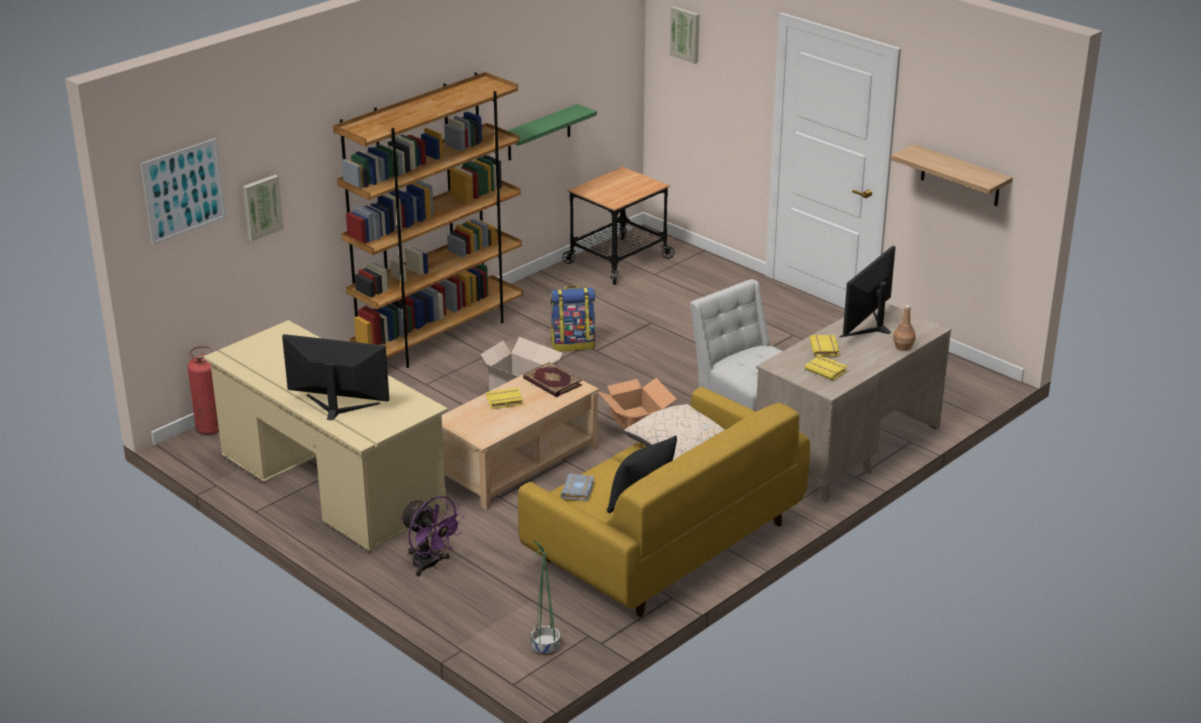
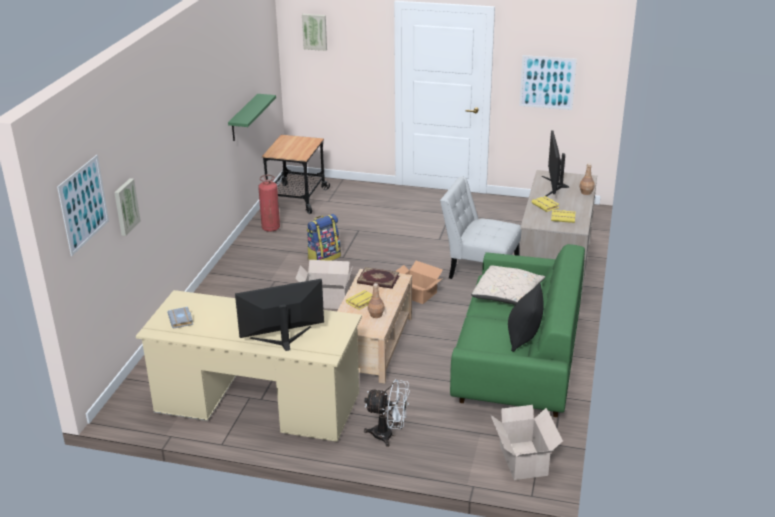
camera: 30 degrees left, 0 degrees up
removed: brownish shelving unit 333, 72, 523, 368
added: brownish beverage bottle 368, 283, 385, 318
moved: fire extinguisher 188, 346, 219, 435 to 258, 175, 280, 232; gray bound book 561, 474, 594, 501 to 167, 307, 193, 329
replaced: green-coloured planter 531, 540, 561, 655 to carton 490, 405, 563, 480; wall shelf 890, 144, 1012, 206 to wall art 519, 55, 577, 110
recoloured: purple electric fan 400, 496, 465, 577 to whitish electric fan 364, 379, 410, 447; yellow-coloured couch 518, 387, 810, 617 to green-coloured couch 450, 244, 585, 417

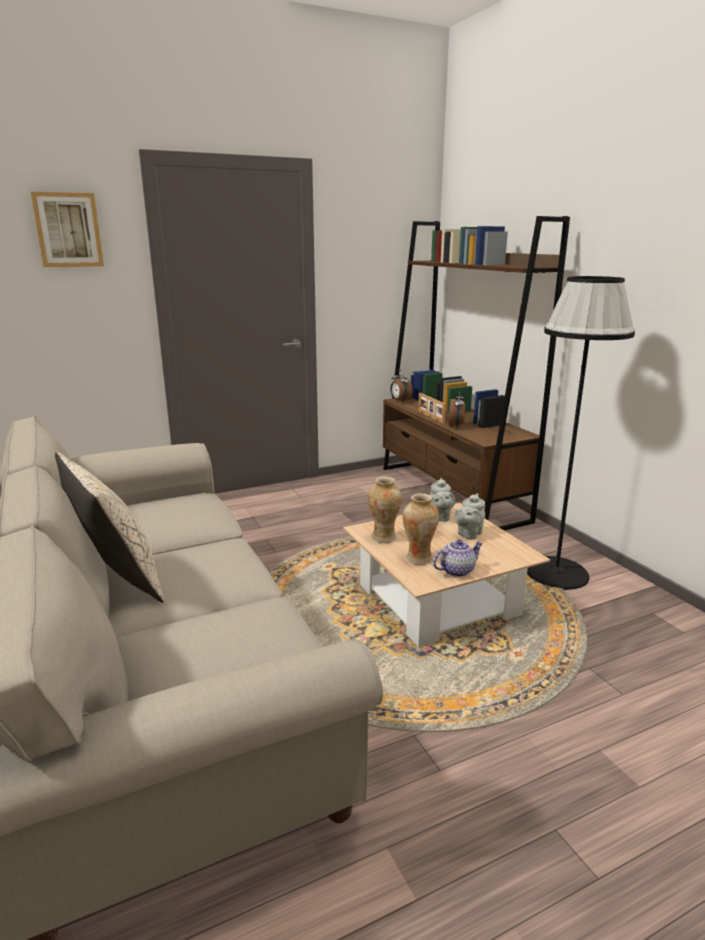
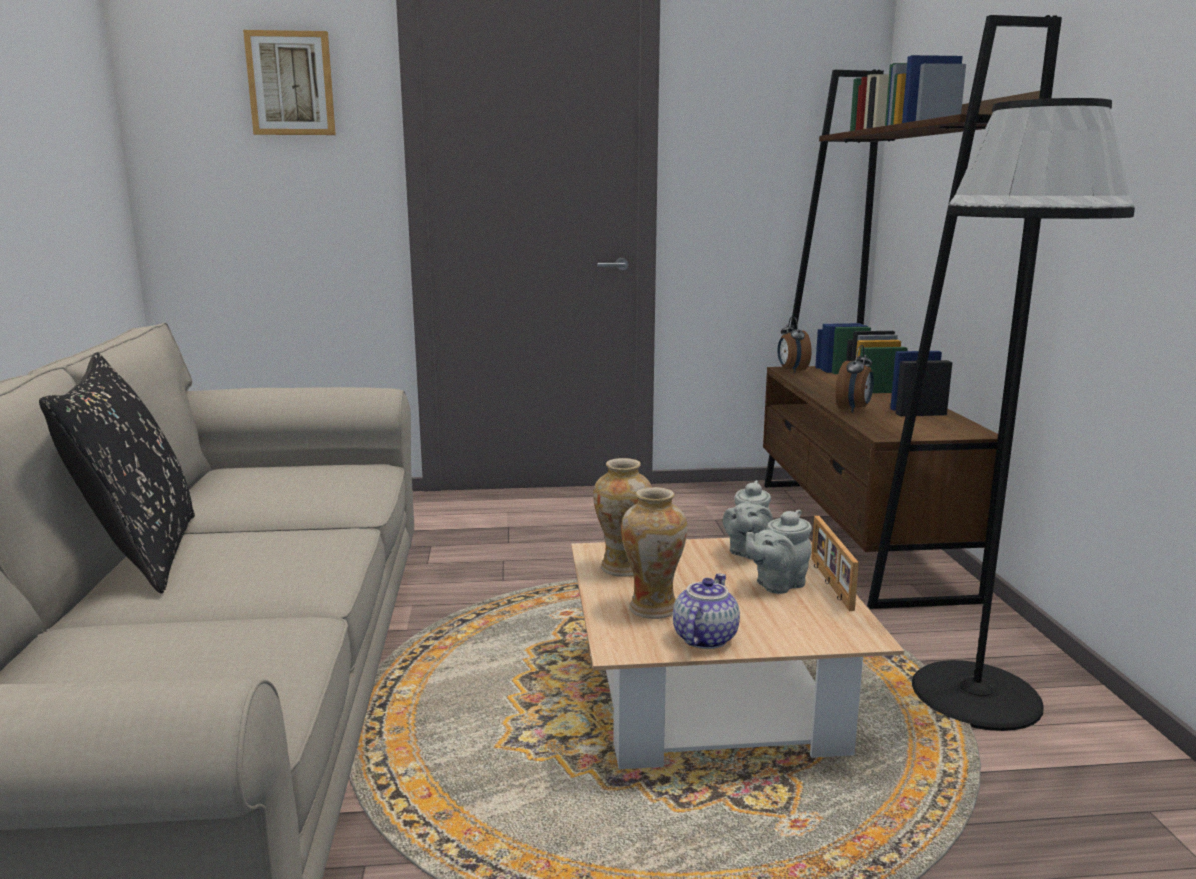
camera: 20 degrees right, 5 degrees down
moved: standing frame 418, 393, 446, 424 to 811, 516, 859, 611
recoloured: sand-coloured throw pillow 55, 452, 165, 603 to black-coloured throw pillow 39, 352, 195, 594
turned: teapot 433, 540, 483, 577 = 673, 574, 740, 649 60 degrees counterclockwise

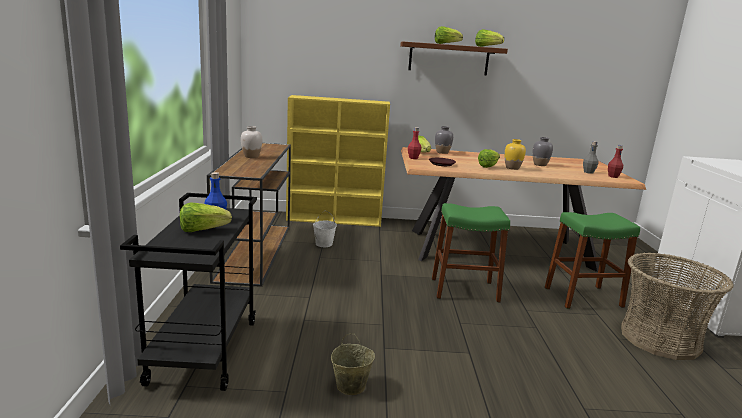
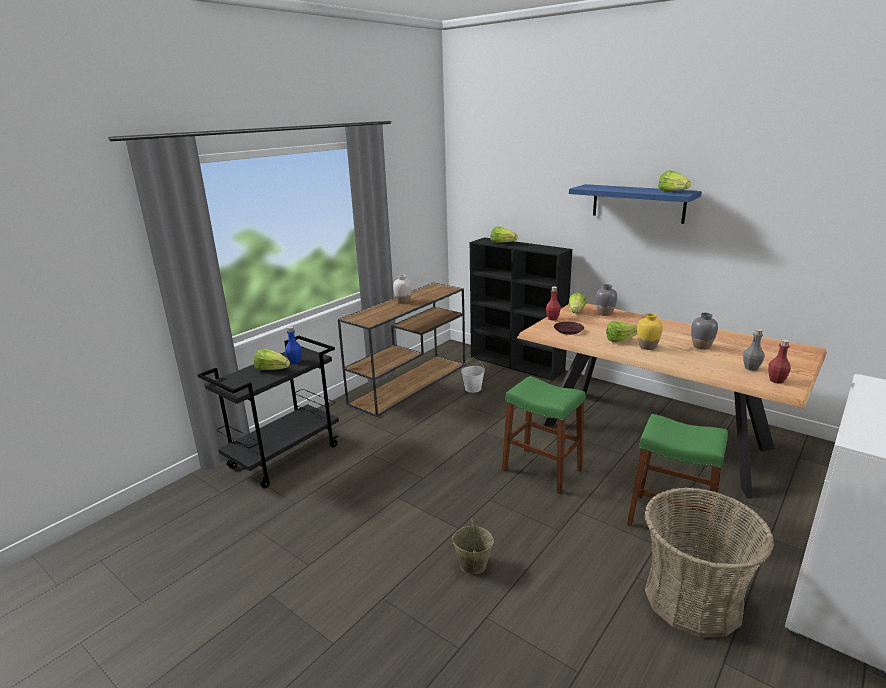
camera: 40 degrees right, 5 degrees up
moved: sand-coloured bucket 331, 333, 375, 395 to 452, 519, 494, 575; head of lettuce 435, 26, 463, 44 to 490, 227, 518, 243
recoloured: yellow-coloured shelving unit 286, 95, 390, 227 to black-coloured shelving unit 470, 237, 572, 381; brownish wall shelf 400, 42, 508, 75 to bluish wall shelf 569, 184, 702, 224

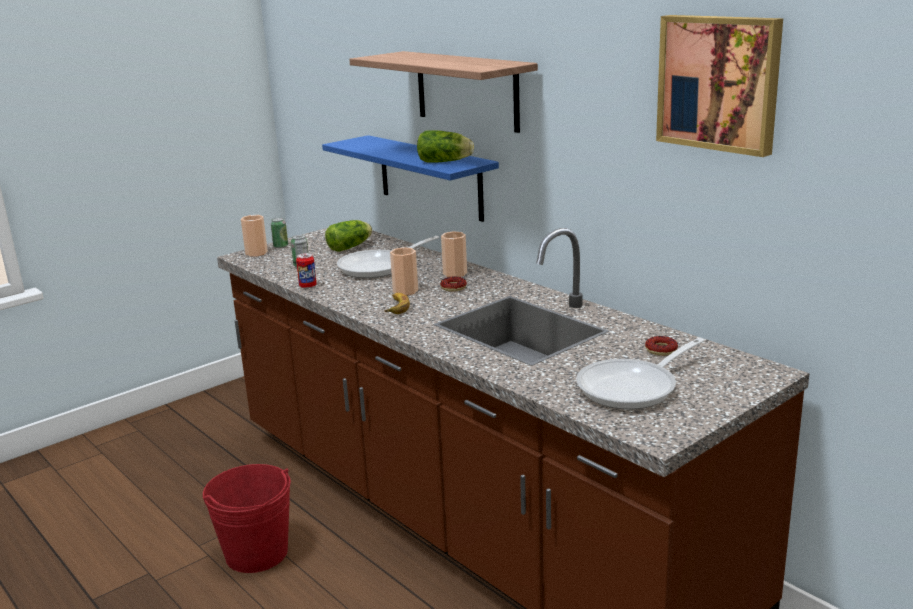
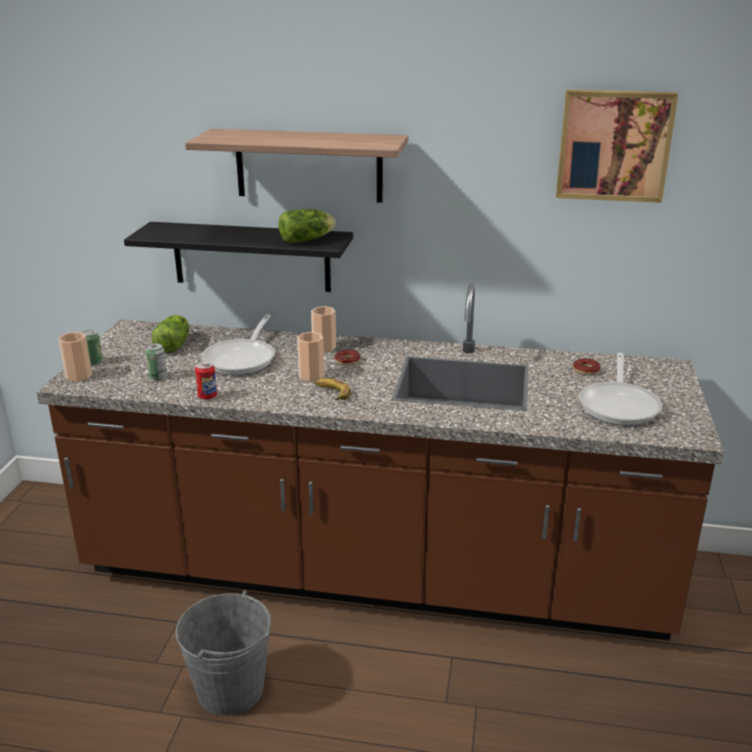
camera: 40 degrees left, 5 degrees up
recoloured: red bucket 203, 464, 291, 573 to gray bucket 176, 590, 271, 716; bluish wall shelf 322, 135, 499, 222 to black-coloured wall shelf 124, 222, 353, 292

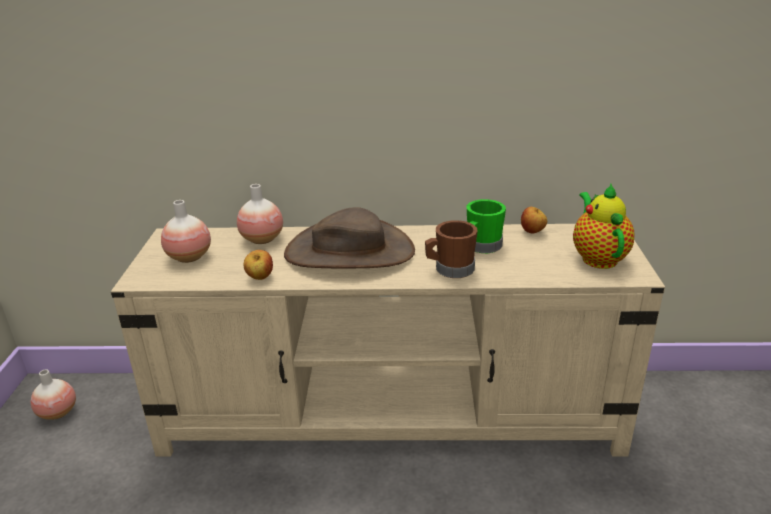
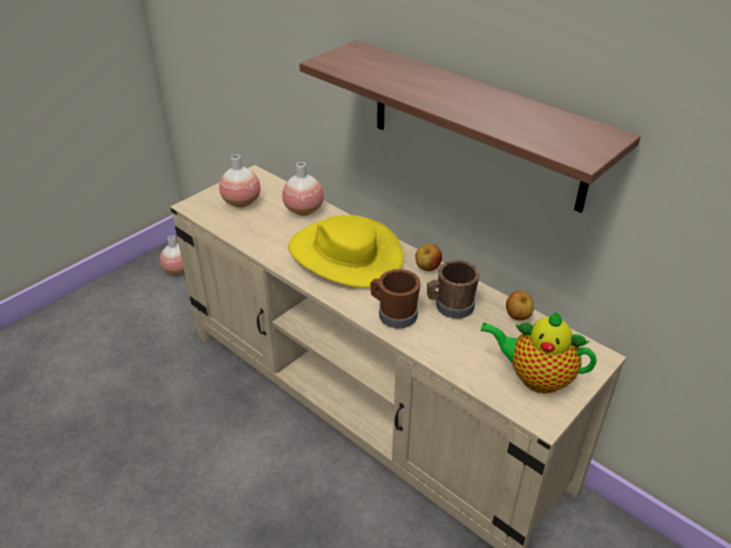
camera: 40 degrees right, 10 degrees up
added: wall shelf 299, 40, 641, 213
moved: apple 243, 250, 273, 280 to 415, 244, 442, 271
recoloured: brownish hat 284, 207, 415, 268 to yellow-coloured hat 288, 215, 404, 288; green-coloured coffee mug 467, 199, 506, 253 to brownish coffee mug 427, 260, 480, 319
turned: teapot 573, 184, 634, 269 = 480, 311, 597, 394 105 degrees counterclockwise

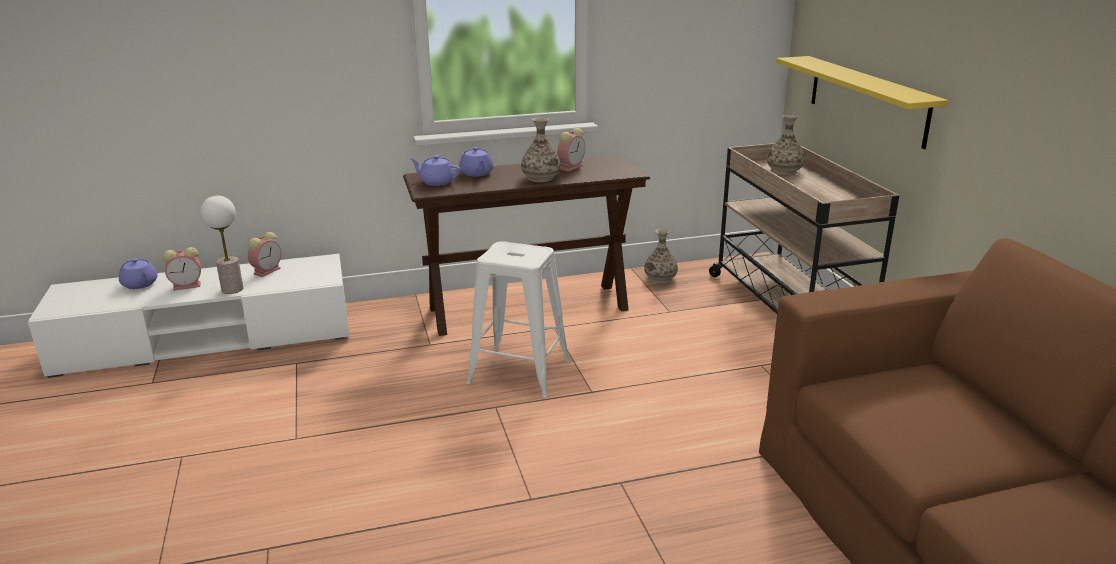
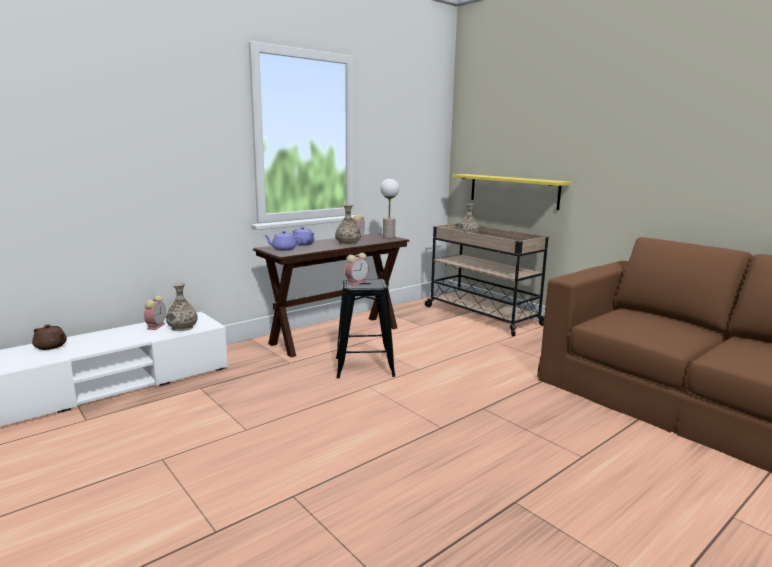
camera: 25 degrees left, 10 degrees down
moved: table clock 162, 247, 201, 291 to 344, 253, 369, 285; lamp for a table 200, 196, 244, 294 to 380, 179, 399, 238; decorative vase 644, 229, 678, 283 to 166, 283, 198, 331
recoloured: purple teapot 119, 258, 158, 289 to brownish teapot 32, 324, 67, 350; whitish stool 466, 241, 570, 398 to black-coloured stool 336, 279, 395, 378

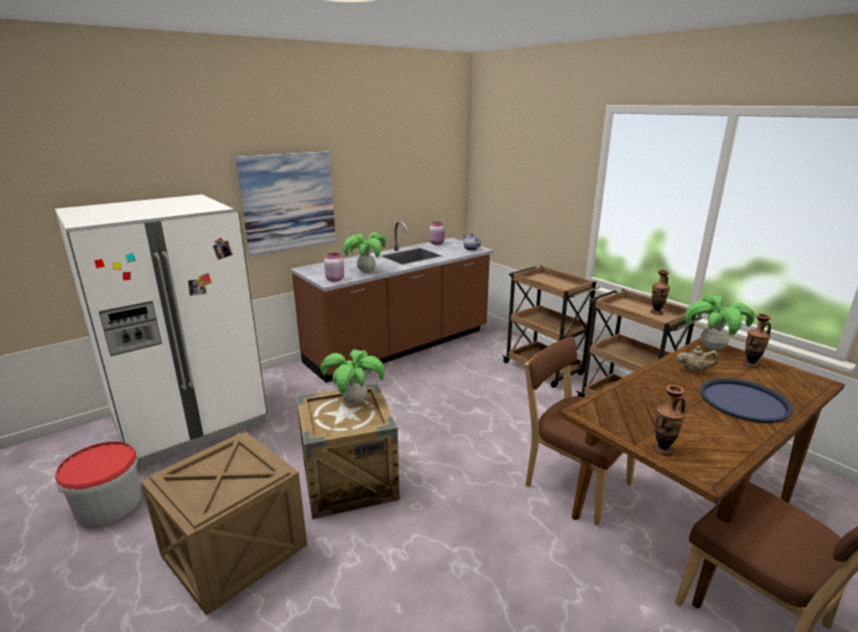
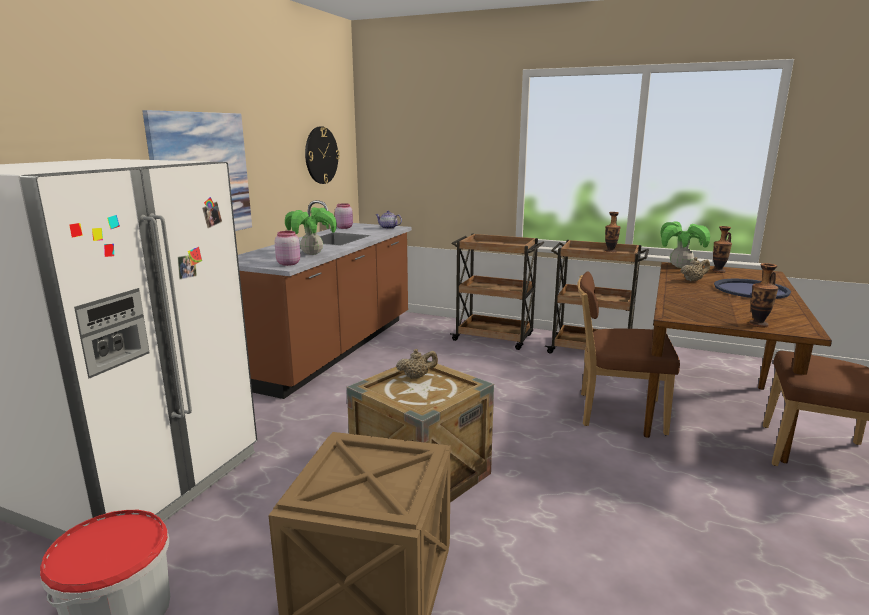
camera: 30 degrees left, 5 degrees down
added: hanging clock 305, 127, 340, 184
replaced: houseplant 321, 349, 385, 404 to sand-coloured teapot 396, 349, 438, 379

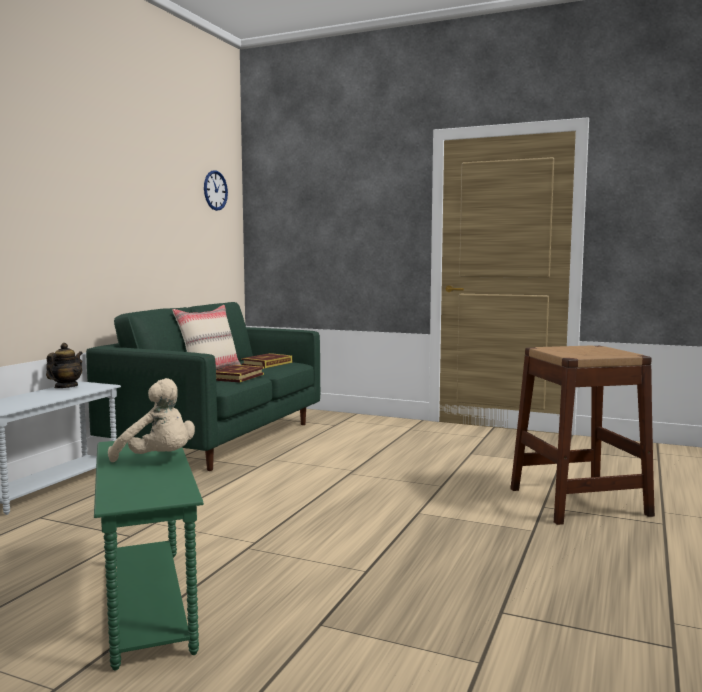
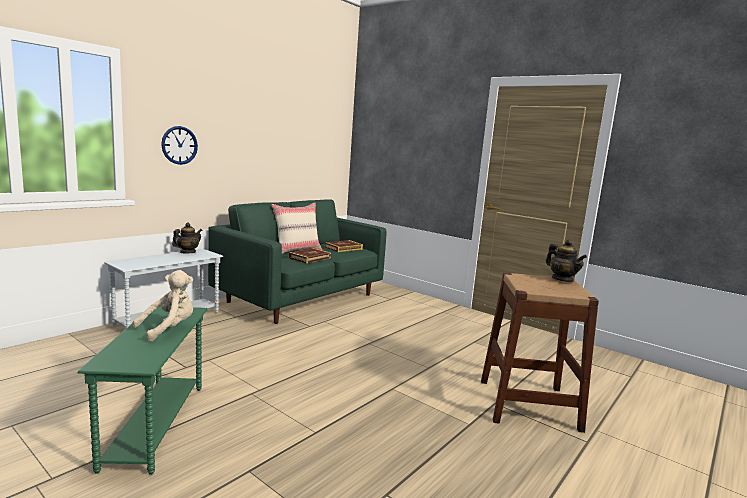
camera: 15 degrees right, 5 degrees up
added: teapot 546, 239, 587, 282
moved: hanging clock 204, 170, 228, 211 to 161, 126, 198, 165
turned: sand-coloured cuddly toy 108, 378, 195, 462 = 132, 270, 193, 342 90 degrees counterclockwise

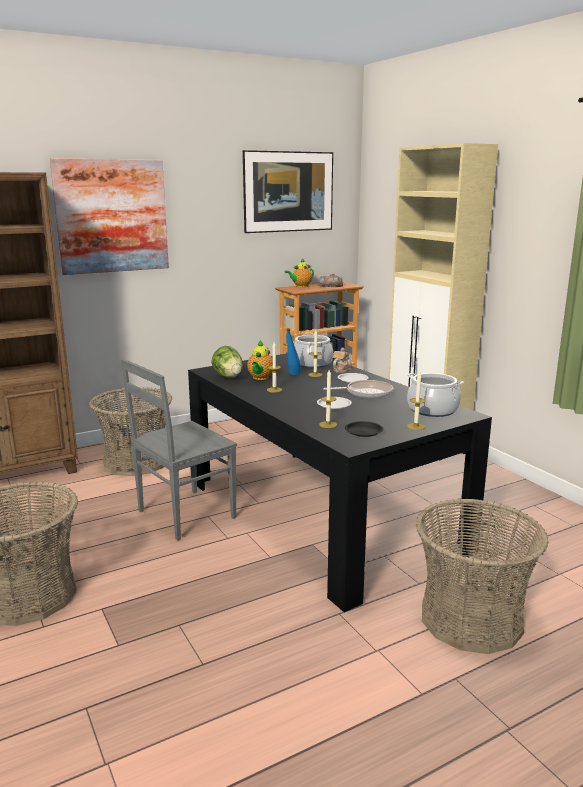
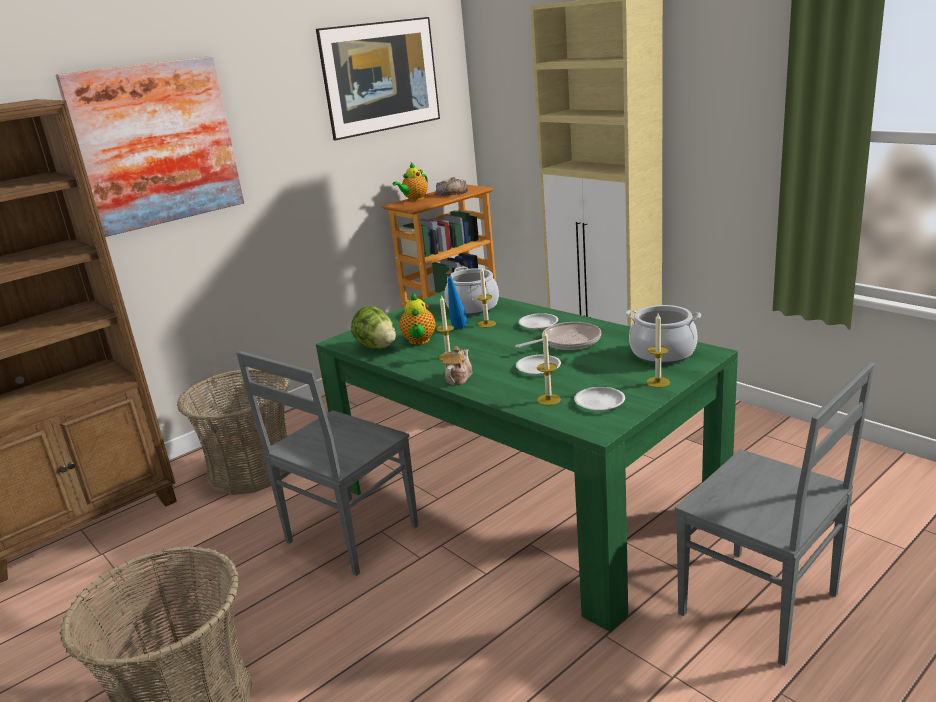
camera: 10 degrees left, 5 degrees up
moved: teapot 333, 348, 352, 373 to 443, 346, 473, 385
replaced: storage basket 416, 498, 549, 654 to gray plain chair 675, 362, 874, 666
recoloured: black-coloured kitchen table 188, 353, 492, 612 to green-coloured kitchen table 316, 291, 738, 632; black-coloured plate 345, 421, 384, 437 to whitish plate 574, 387, 625, 411

